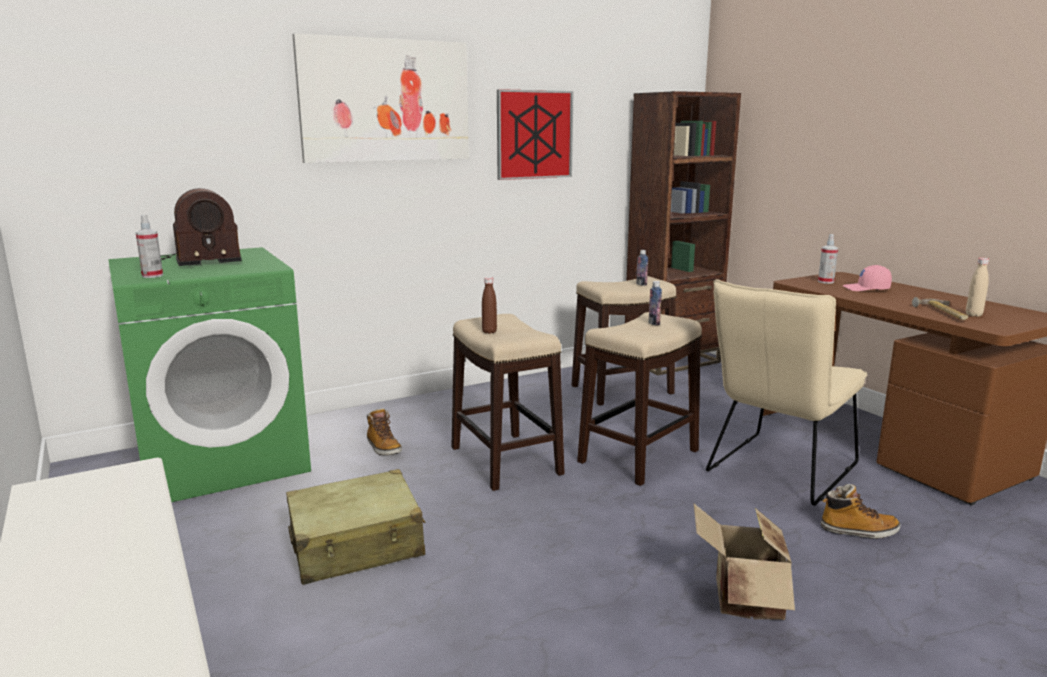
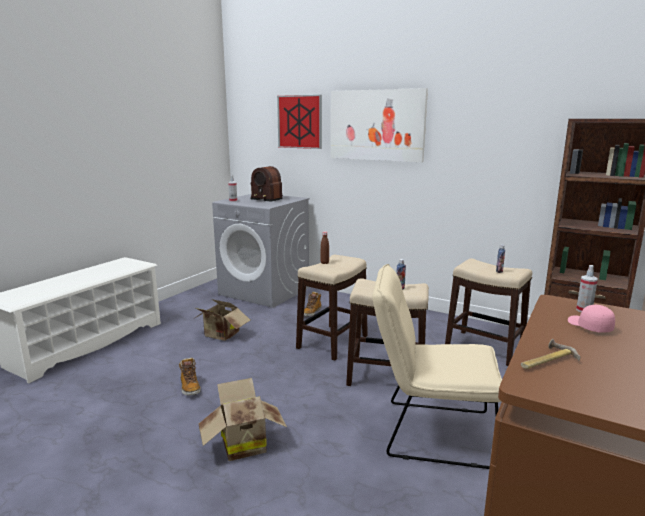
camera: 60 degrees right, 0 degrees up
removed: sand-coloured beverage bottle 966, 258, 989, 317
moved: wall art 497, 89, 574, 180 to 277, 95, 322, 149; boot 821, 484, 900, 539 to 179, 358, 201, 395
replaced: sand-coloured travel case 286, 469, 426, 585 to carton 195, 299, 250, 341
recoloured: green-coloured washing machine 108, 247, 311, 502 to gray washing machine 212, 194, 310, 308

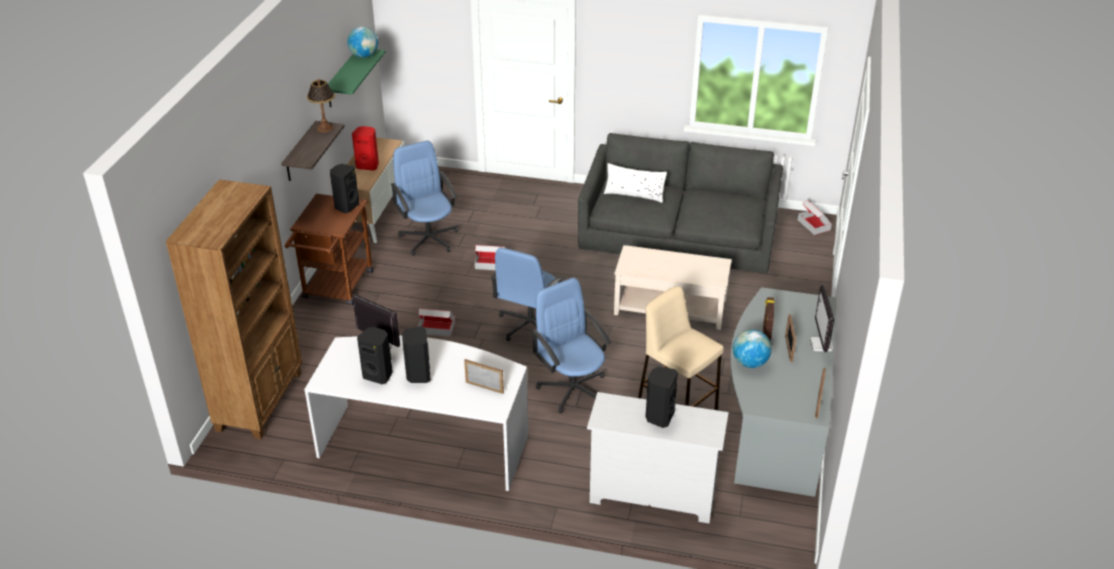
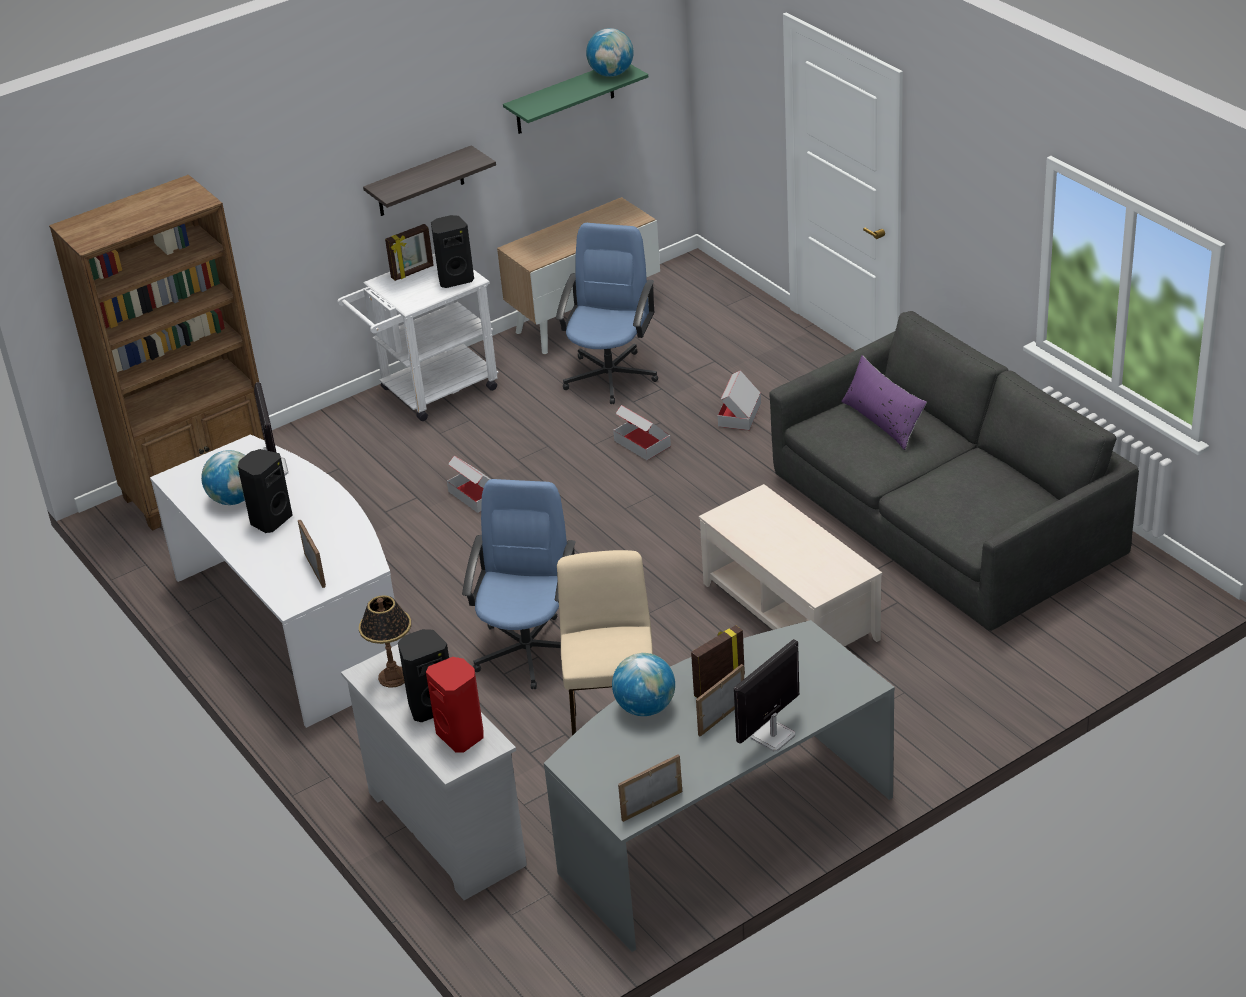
camera: 45 degrees right, 0 degrees up
removed: bluish desk chair 491, 248, 564, 341
added: standing frame 385, 224, 434, 281
moved: lamp for a table 307, 79, 335, 132 to 359, 595, 411, 688; red speaker 352, 126, 379, 171 to 426, 657, 484, 752; carton 798, 200, 832, 235 to 718, 370, 761, 430
replaced: black-coloured speaker 357, 327, 393, 384 to globe 201, 450, 246, 505
recoloured: brownish cart 285, 194, 373, 305 to whitish cart 337, 254, 498, 421; whitish throw pillow 604, 163, 667, 203 to purple throw pillow 841, 355, 927, 450

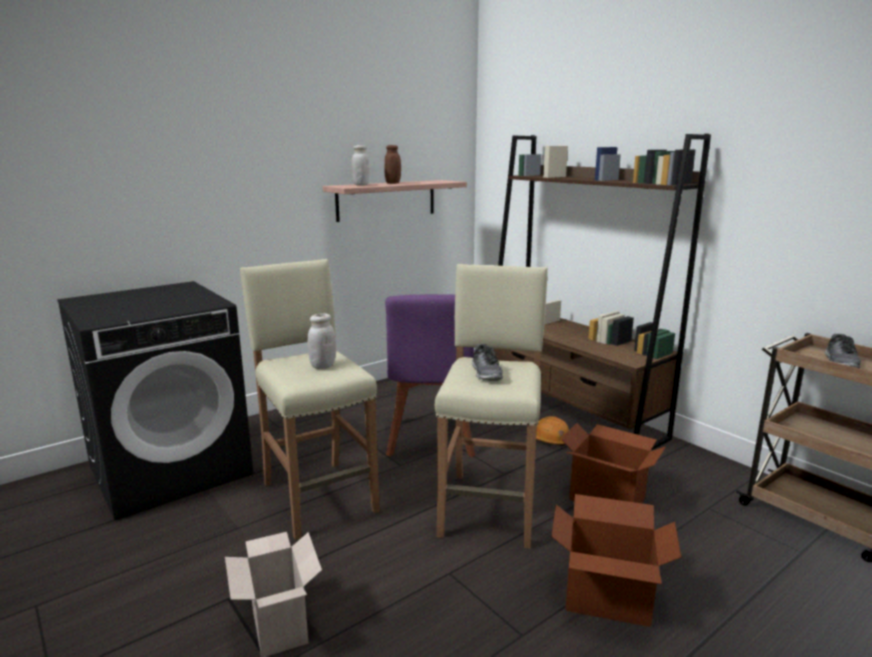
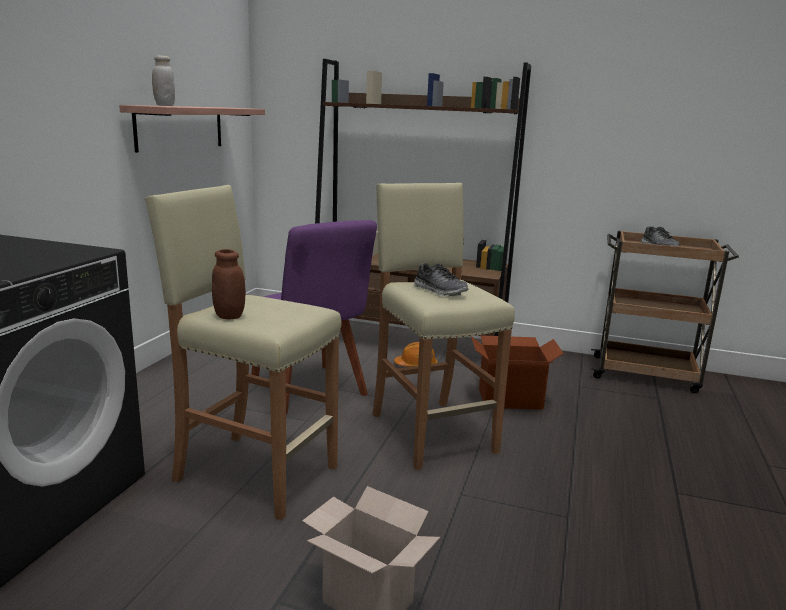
camera: 35 degrees left, 0 degrees up
removed: whitish storage jar 307, 313, 336, 369; carton 551, 494, 681, 627
moved: brownish storage jar 384, 145, 401, 184 to 212, 249, 245, 319

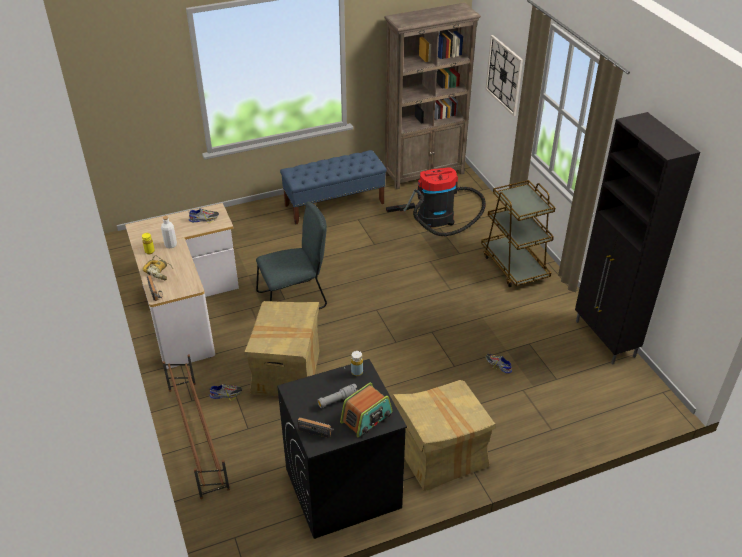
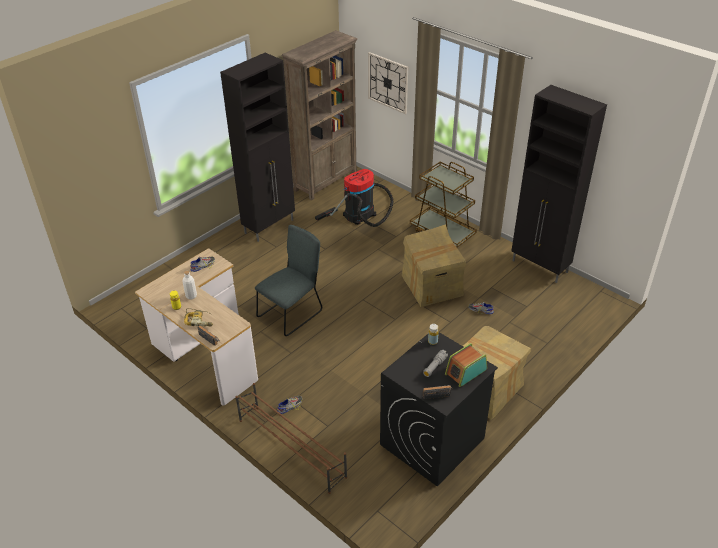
camera: 25 degrees left, 0 degrees up
moved: carton 244, 301, 319, 396 to 402, 224, 466, 307
replaced: bluish long seat 280, 150, 387, 225 to black-coloured cabinet 220, 53, 295, 242
turned: radio 340, 382, 392, 437 = 445, 343, 487, 387 150 degrees counterclockwise

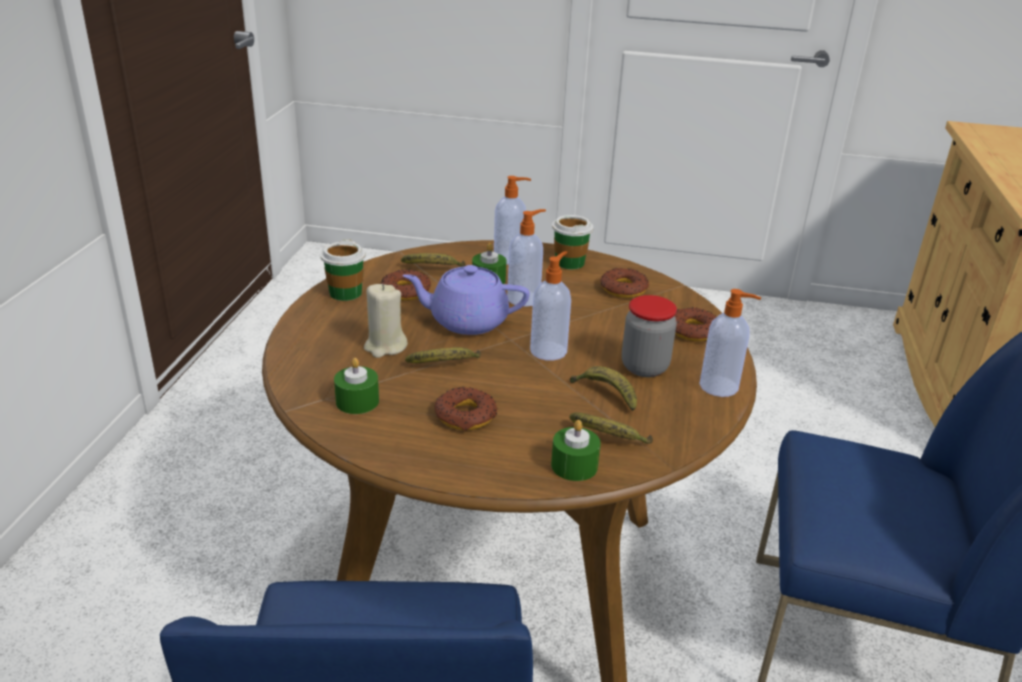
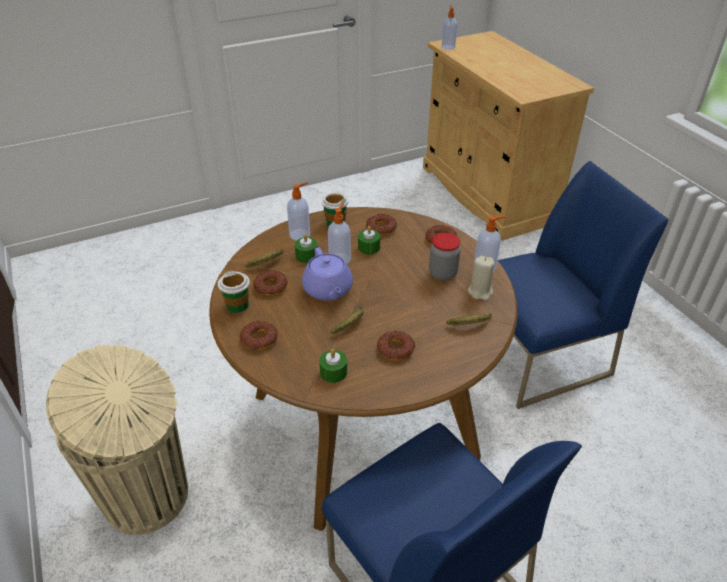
camera: 35 degrees left, 10 degrees up
removed: banana 570, 366, 637, 411
added: sand-coloured trash can 46, 345, 188, 535; doughnut 240, 321, 278, 350
moved: sand-coloured wax candle 364, 284, 408, 358 to 468, 256, 495, 300; soap bottle 530, 251, 571, 361 to 442, 5, 457, 50; green-coloured wax candle 551, 420, 601, 481 to 358, 226, 380, 255
turned: purple teapot 402, 265, 530, 335 = 302, 247, 353, 301 75 degrees counterclockwise

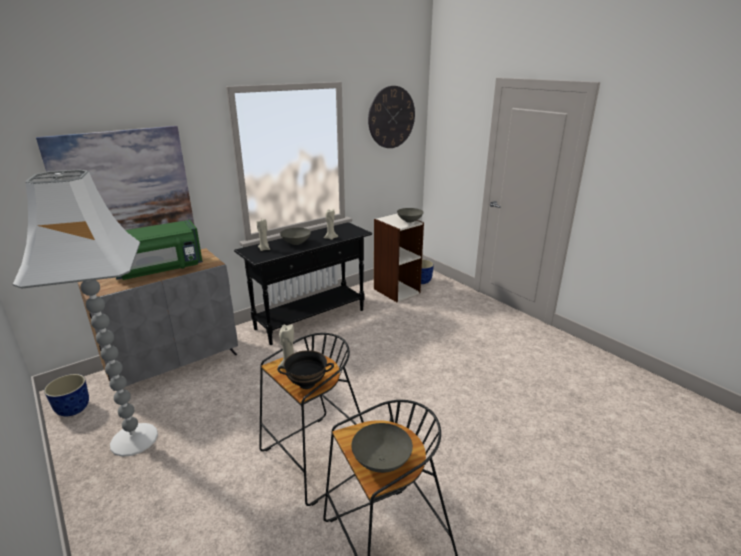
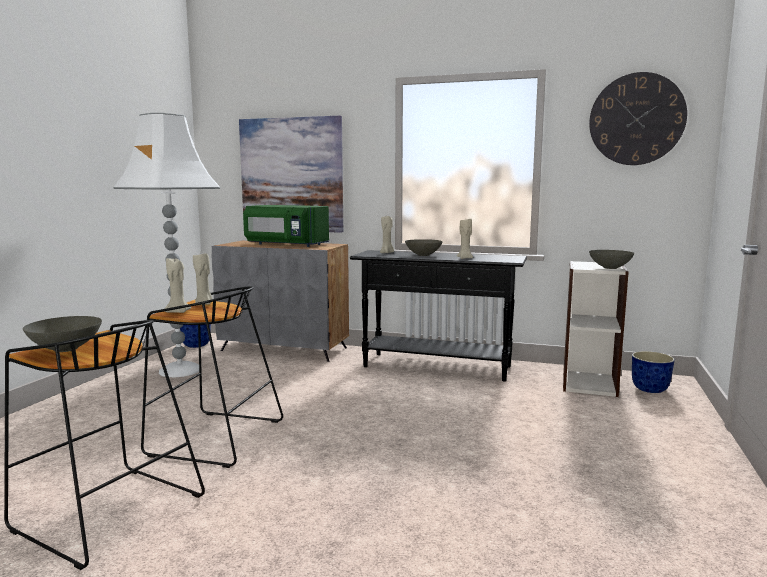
camera: 55 degrees right, 15 degrees down
replaced: black-coloured deep dish 277, 350, 334, 389 to sand-coloured wax candle 164, 258, 191, 313

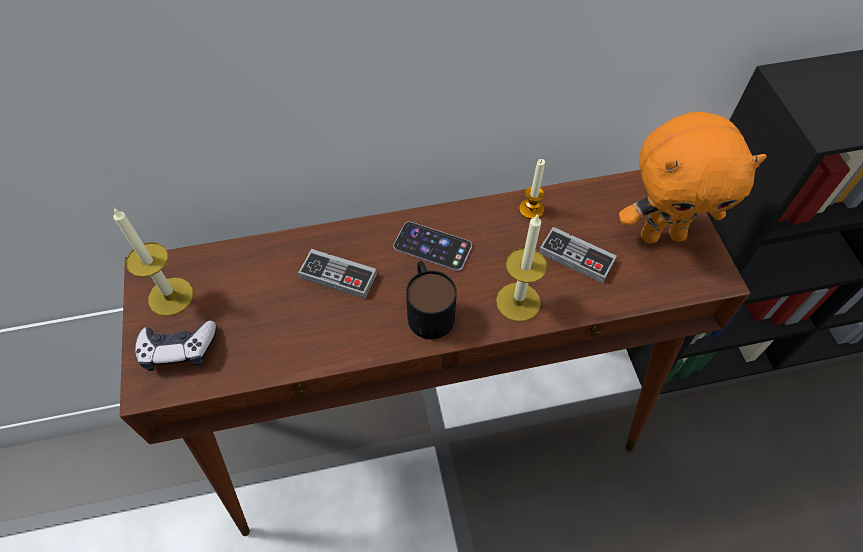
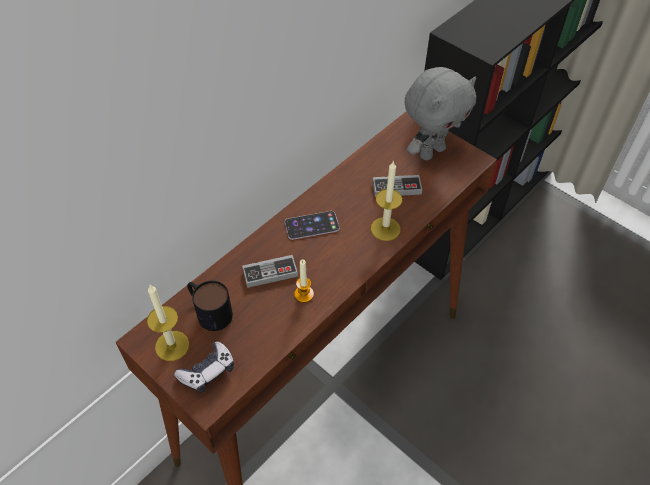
camera: 35 degrees left, 5 degrees down
moved: coffee mug 406, 261, 457, 339 to 187, 281, 233, 331; wax candle 519, 159, 545, 219 to 294, 260, 314, 303
recoloured: orange-coloured cuddly toy 619, 111, 767, 244 to gray cuddly toy 405, 67, 476, 161

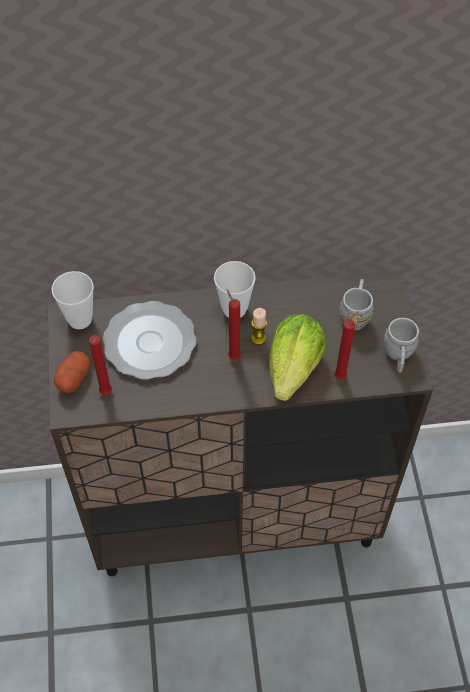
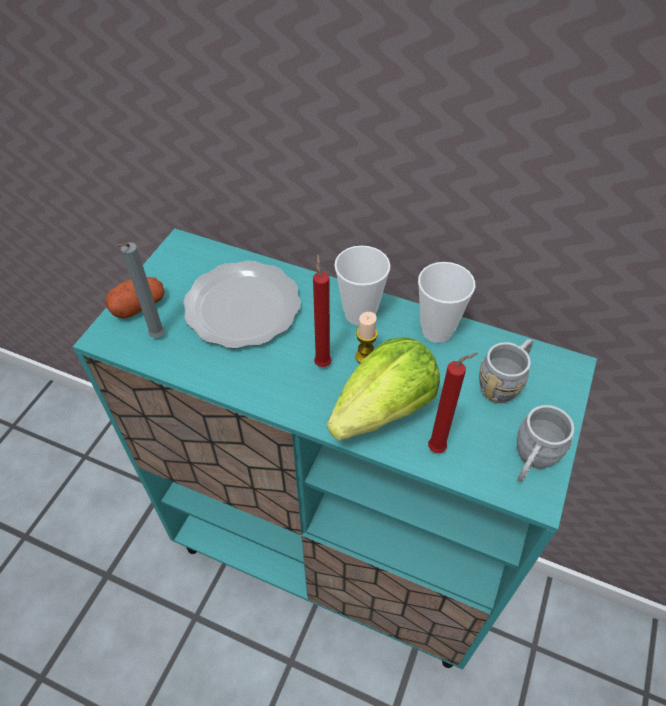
camera: 30 degrees right, 5 degrees down
moved: drinking cup 51, 271, 94, 329 to 418, 262, 475, 343
recoloured: brownish cabinet 48, 270, 433, 576 to turquoise cabinet 73, 228, 597, 670; red wax candle 89, 335, 112, 395 to gray wax candle 115, 242, 165, 338

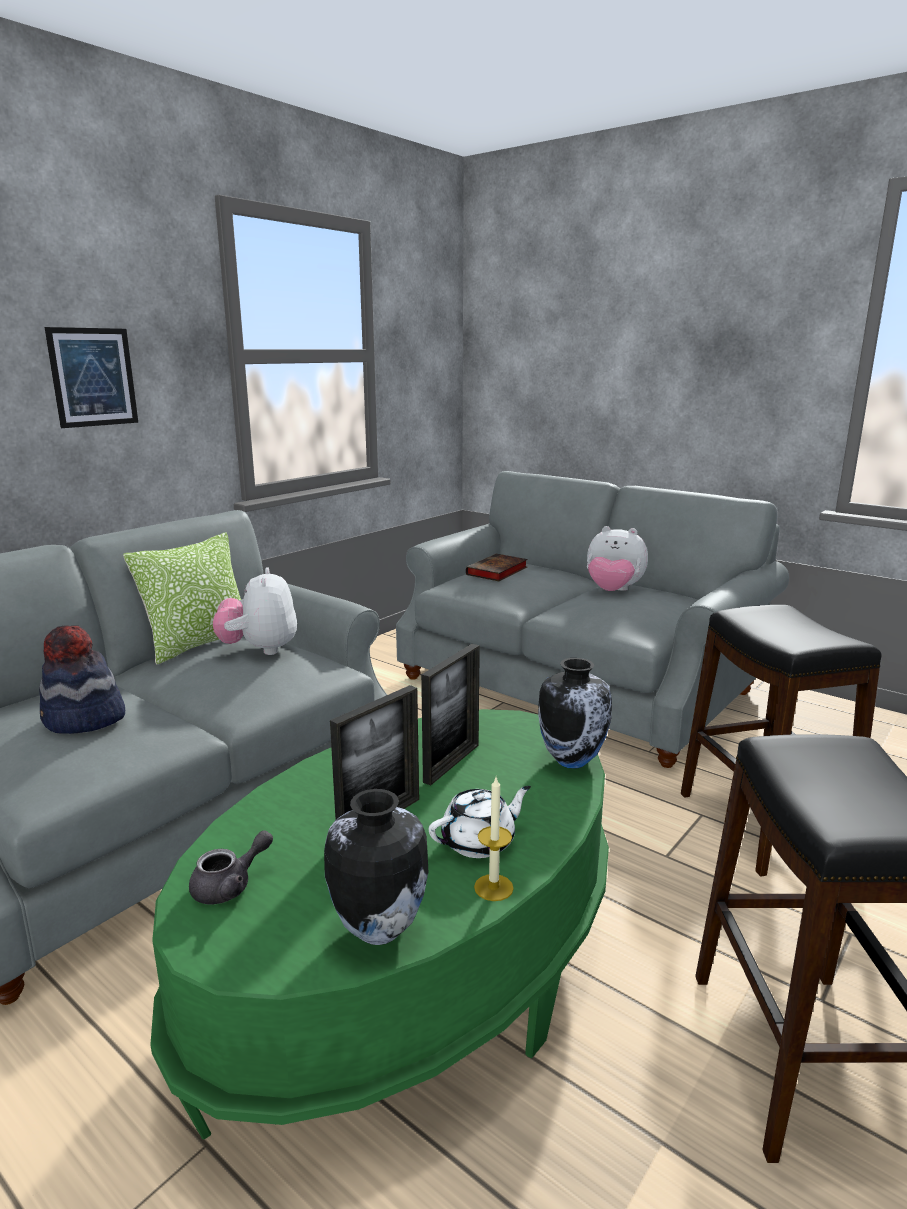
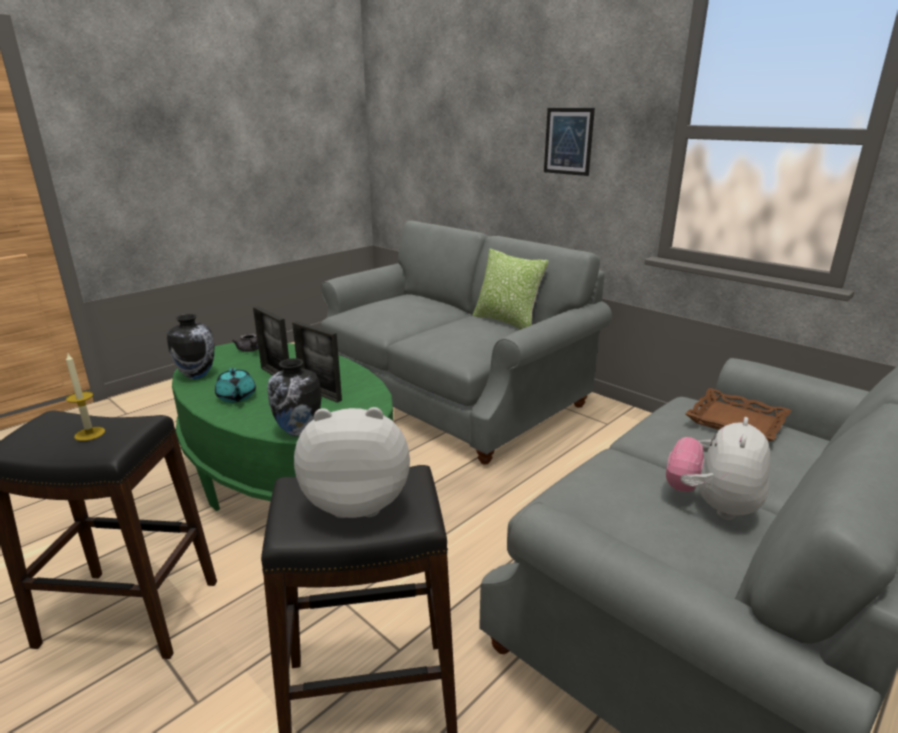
camera: 95 degrees right, 5 degrees up
removed: hat 39, 625, 125, 734
moved: cuddly toy 213, 567, 297, 655 to 294, 407, 410, 518; wax candle 474, 777, 514, 901 to 66, 352, 105, 441
replaced: bound book 466, 554, 528, 581 to brownish carrying tray 685, 388, 792, 442
recoloured: whitish teapot 429, 786, 531, 858 to turquoise teapot 215, 368, 256, 403

